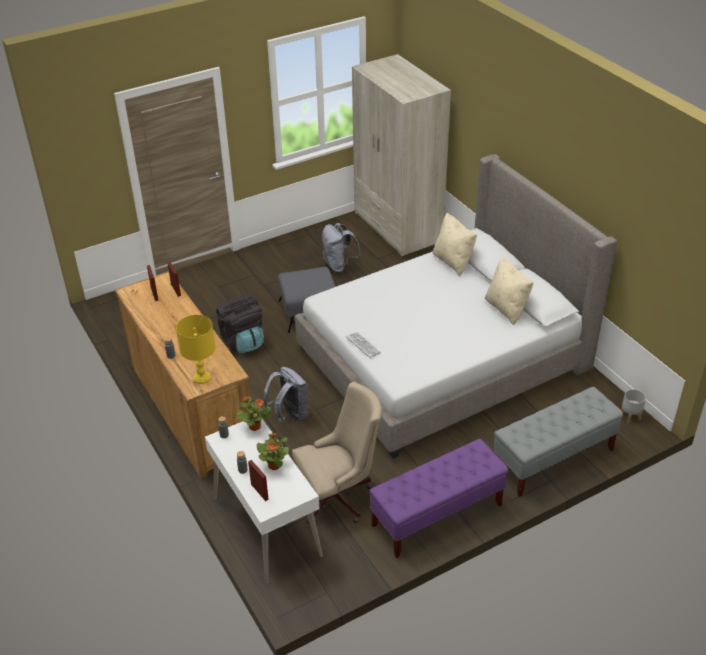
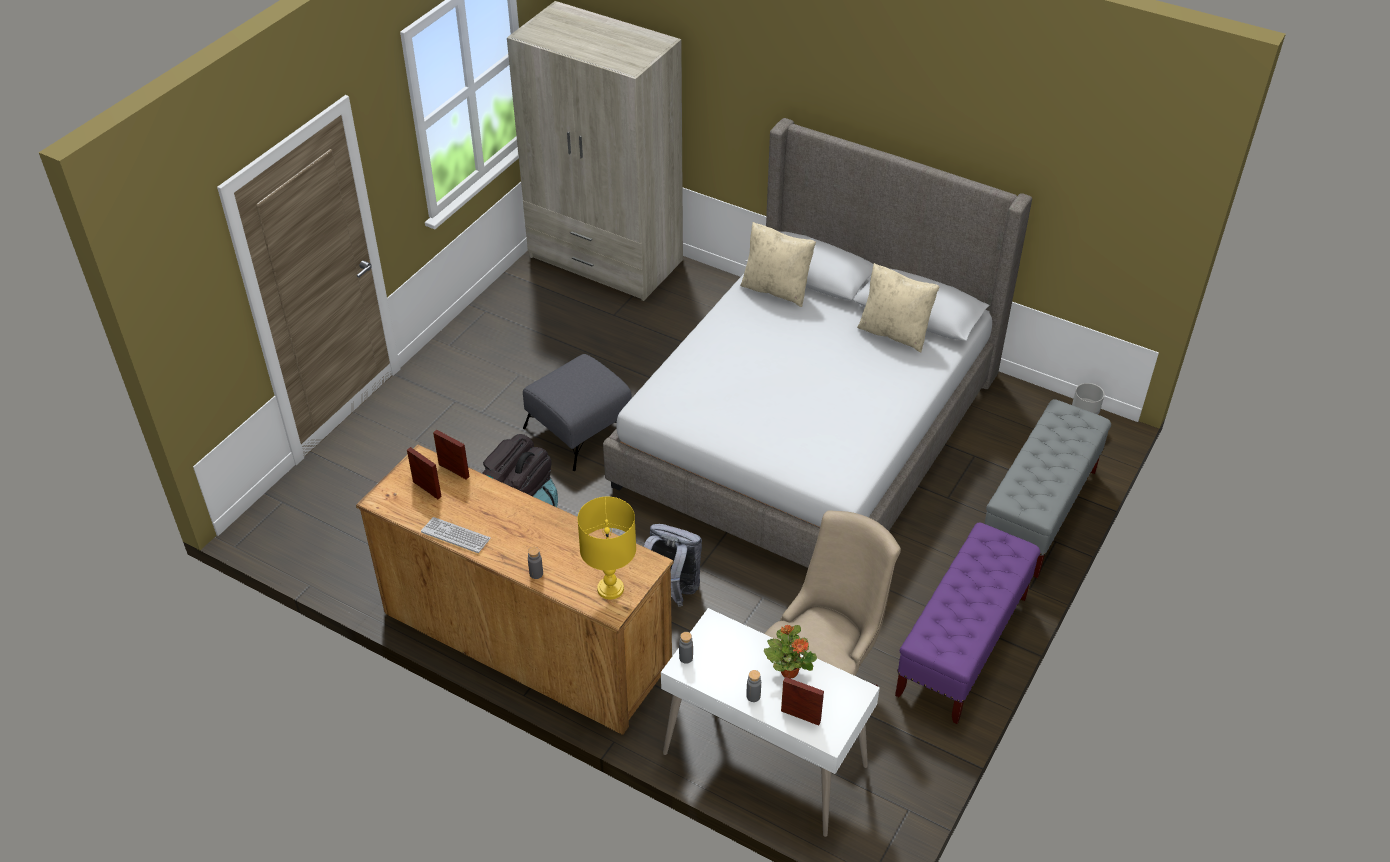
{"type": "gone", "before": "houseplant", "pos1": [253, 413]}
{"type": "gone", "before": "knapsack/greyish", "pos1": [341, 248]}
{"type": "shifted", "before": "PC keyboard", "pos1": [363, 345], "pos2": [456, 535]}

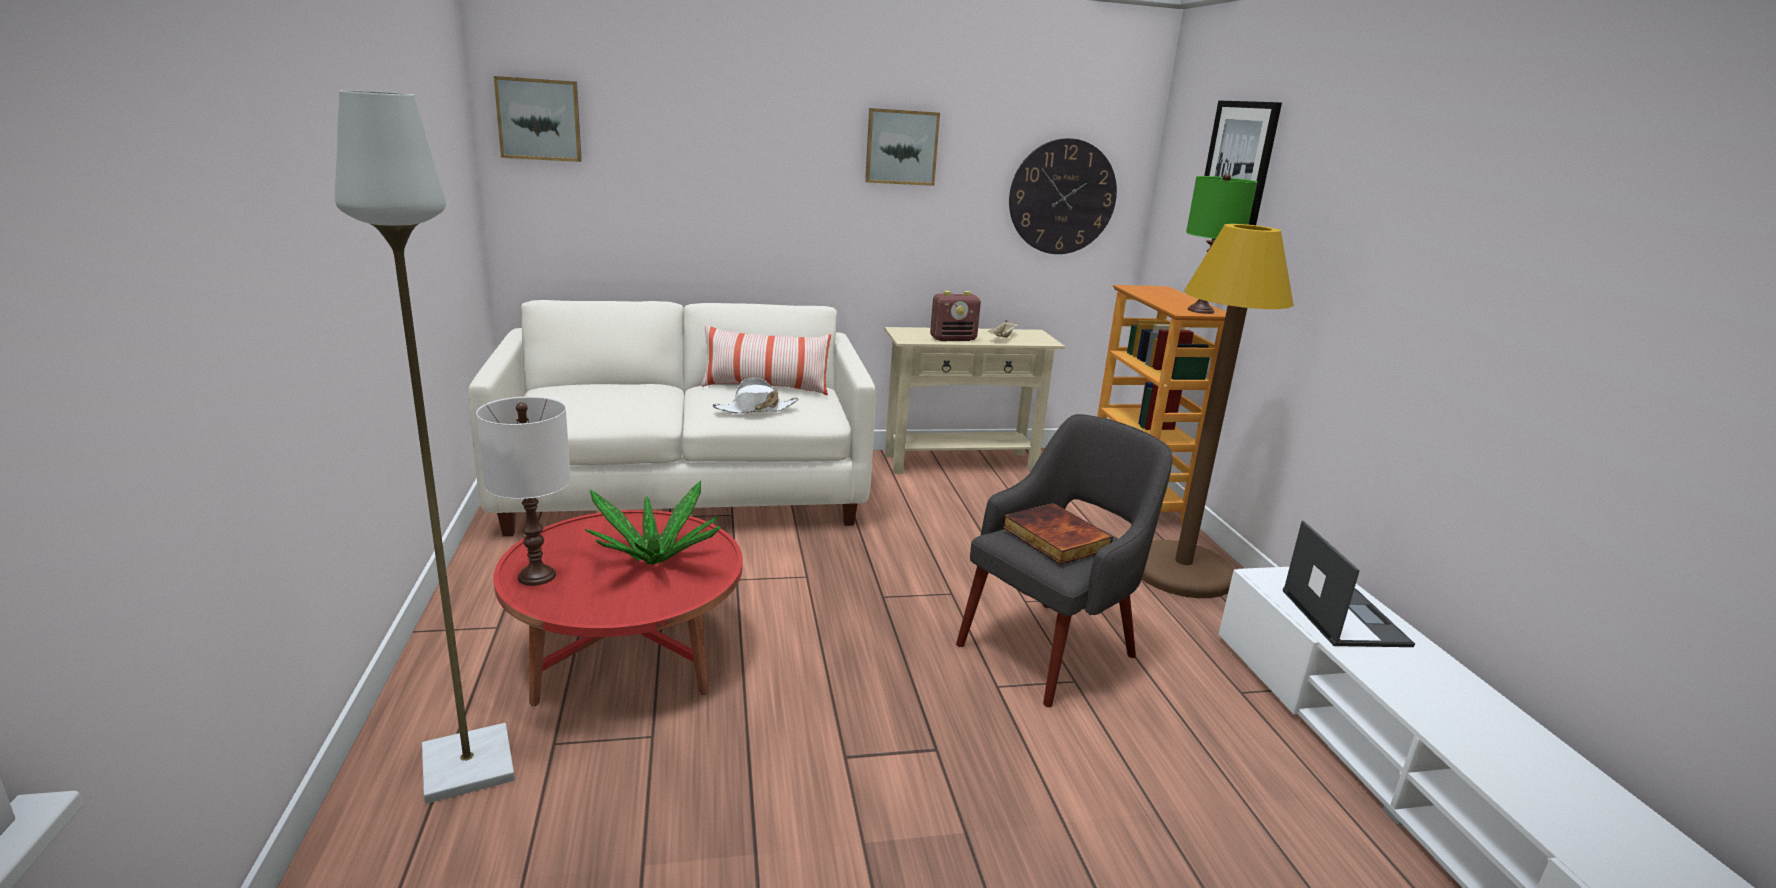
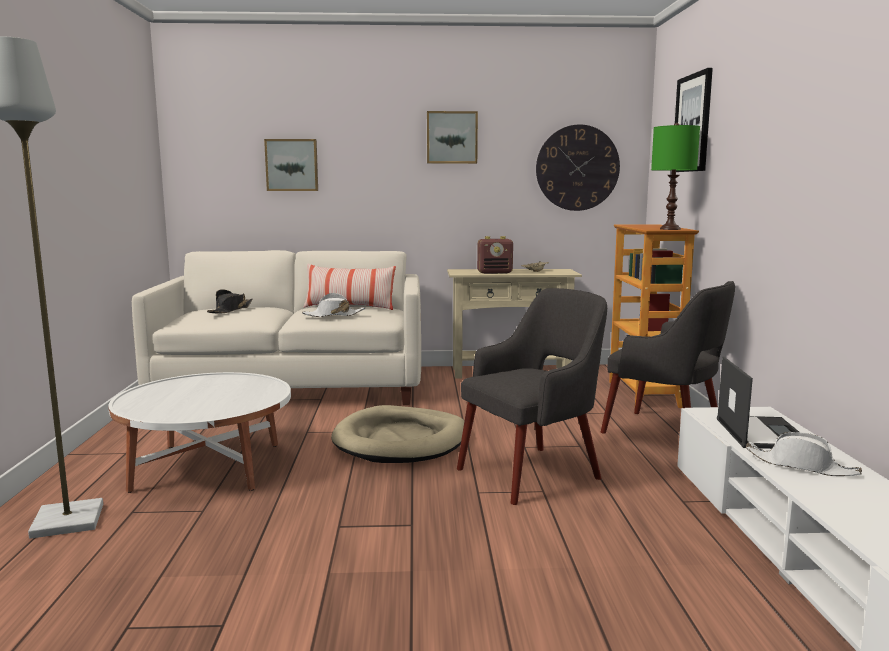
{"type": "gone", "before": "tabletop lamp/white", "pos1": [523, 491]}
{"type": "gone", "before": "houseplant", "pos1": [652, 523]}
{"type": "gone", "before": "bound book", "pos1": [1057, 534]}
{"type": "new", "after": "wearable hat/black-coloured", "pos2": [230, 301]}
{"type": "new", "after": "dog cushion/sand-coloured", "pos2": [397, 434]}
{"type": "new", "after": "wearable hat/white", "pos2": [804, 454]}
{"type": "shifted", "before": "wall picture", "pos1": [538, 119], "pos2": [291, 165]}
{"type": "swapped", "before": "standard lamp/brown-coloured", "after": "armchair/greyish", "pos1": [1218, 411], "pos2": [668, 357]}
{"type": "repainted", "before": "low table/reddish", "after": "low table/white", "pos1": [618, 608], "pos2": [199, 432]}

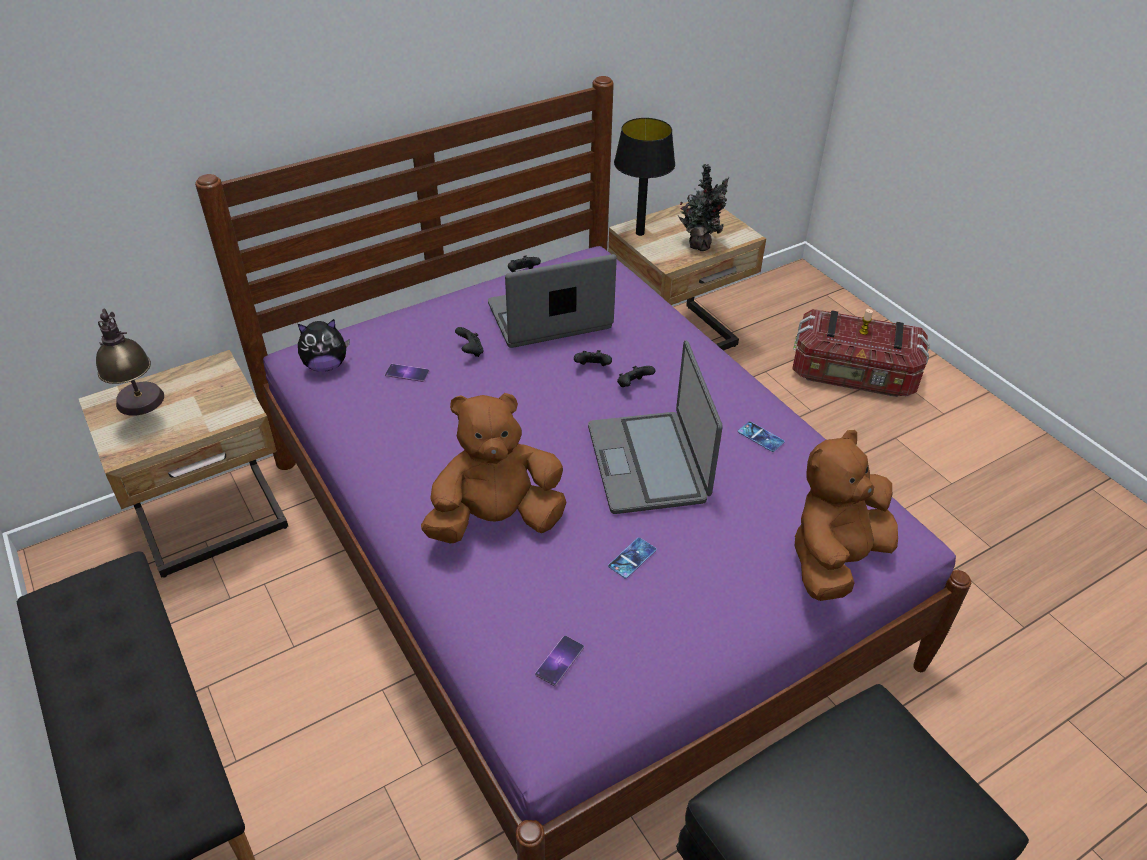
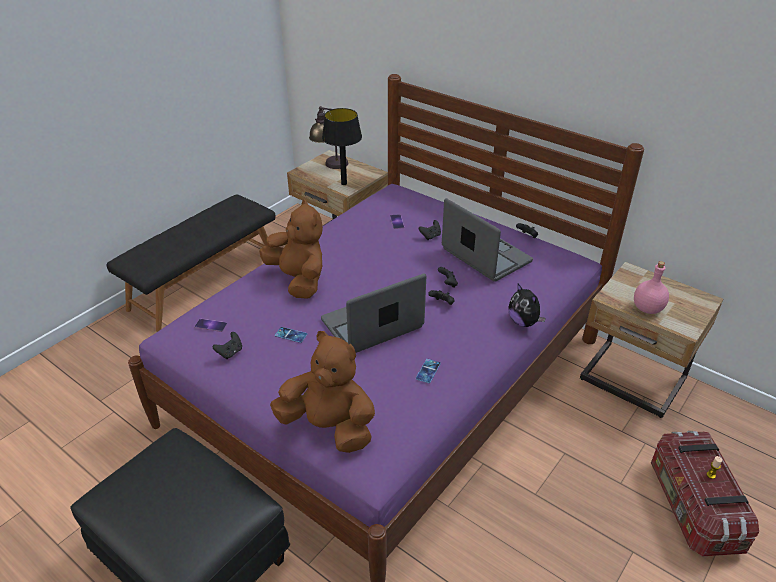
{"type": "new", "after": "game controller/black-coloured", "pos2": [227, 345]}
{"type": "shifted", "before": "soft toy", "pos1": [324, 345], "pos2": [527, 305]}
{"type": "shifted", "before": "tabletop lamp/black-coloured", "pos1": [644, 177], "pos2": [342, 146]}
{"type": "swapped", "before": "houseplant", "after": "beverage bottle/pink", "pos1": [703, 207], "pos2": [651, 287]}

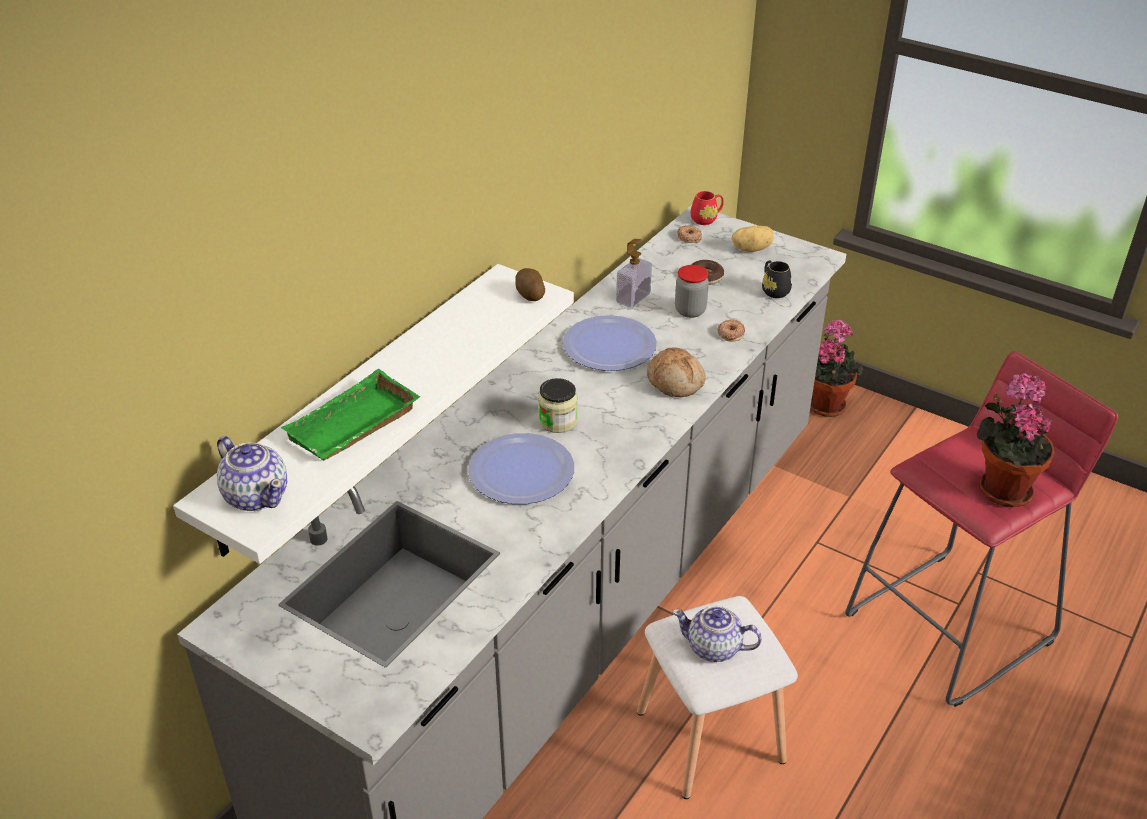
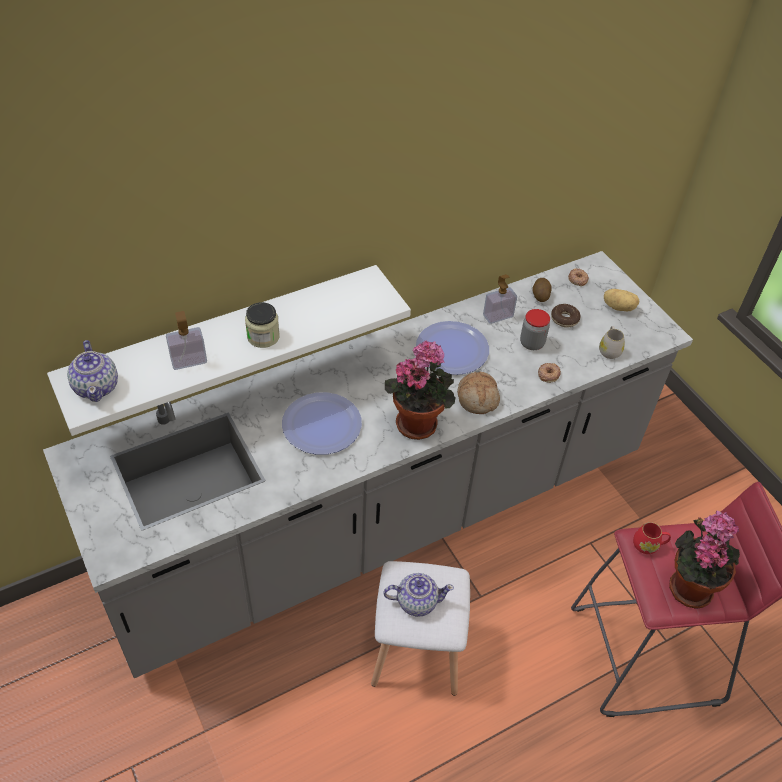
{"type": "shifted", "before": "potato", "pos1": [530, 284], "pos2": [542, 290]}
{"type": "shifted", "before": "preserve jar", "pos1": [558, 405], "pos2": [262, 325]}
{"type": "shifted", "before": "mug/reddish", "pos1": [707, 208], "pos2": [652, 538]}
{"type": "shifted", "before": "houseplant", "pos1": [836, 368], "pos2": [420, 390]}
{"type": "swapped", "before": "carrying tray/greenish", "after": "liquid soap bottle", "pos1": [350, 414], "pos2": [186, 340]}
{"type": "repainted", "before": "mug/black-coloured", "after": "mug/white", "pos1": [777, 279], "pos2": [612, 342]}
{"type": "rotated", "before": "tea pot", "pos1": [717, 634], "pos2": [418, 595], "turn": 135}

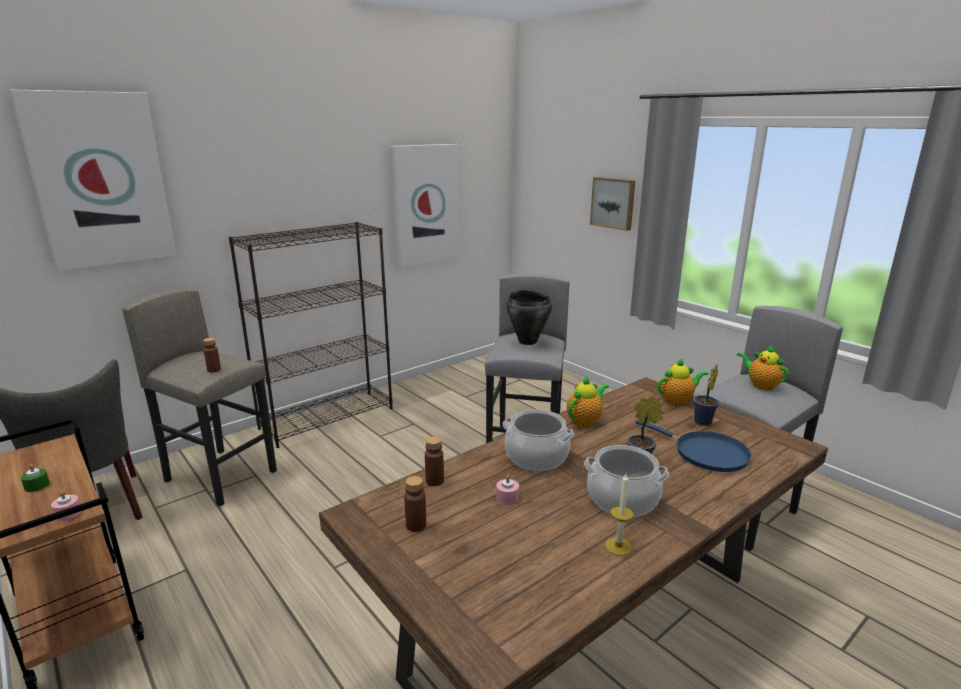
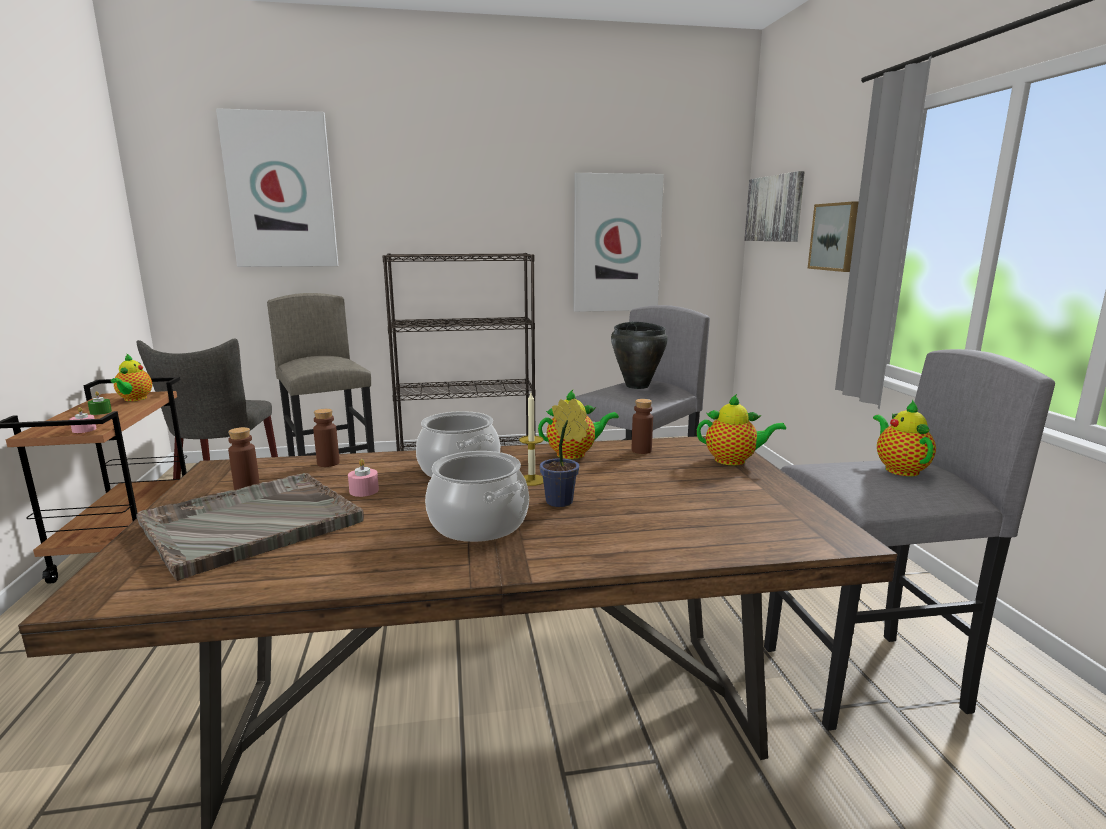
{"type": "gone", "before": "pan/blue-coloured", "pos1": [693, 445]}
{"type": "gone", "before": "houseplant", "pos1": [706, 395]}
{"type": "new", "after": "tea pot", "pos2": [131, 377]}
{"type": "new", "after": "carrying tray/greyish", "pos2": [250, 527]}
{"type": "new", "after": "wall picture", "pos2": [774, 206]}
{"type": "shifted", "before": "beverage bottle/brown-coloured", "pos1": [212, 355], "pos2": [642, 426]}
{"type": "shifted", "before": "candle", "pos1": [619, 515], "pos2": [531, 439]}

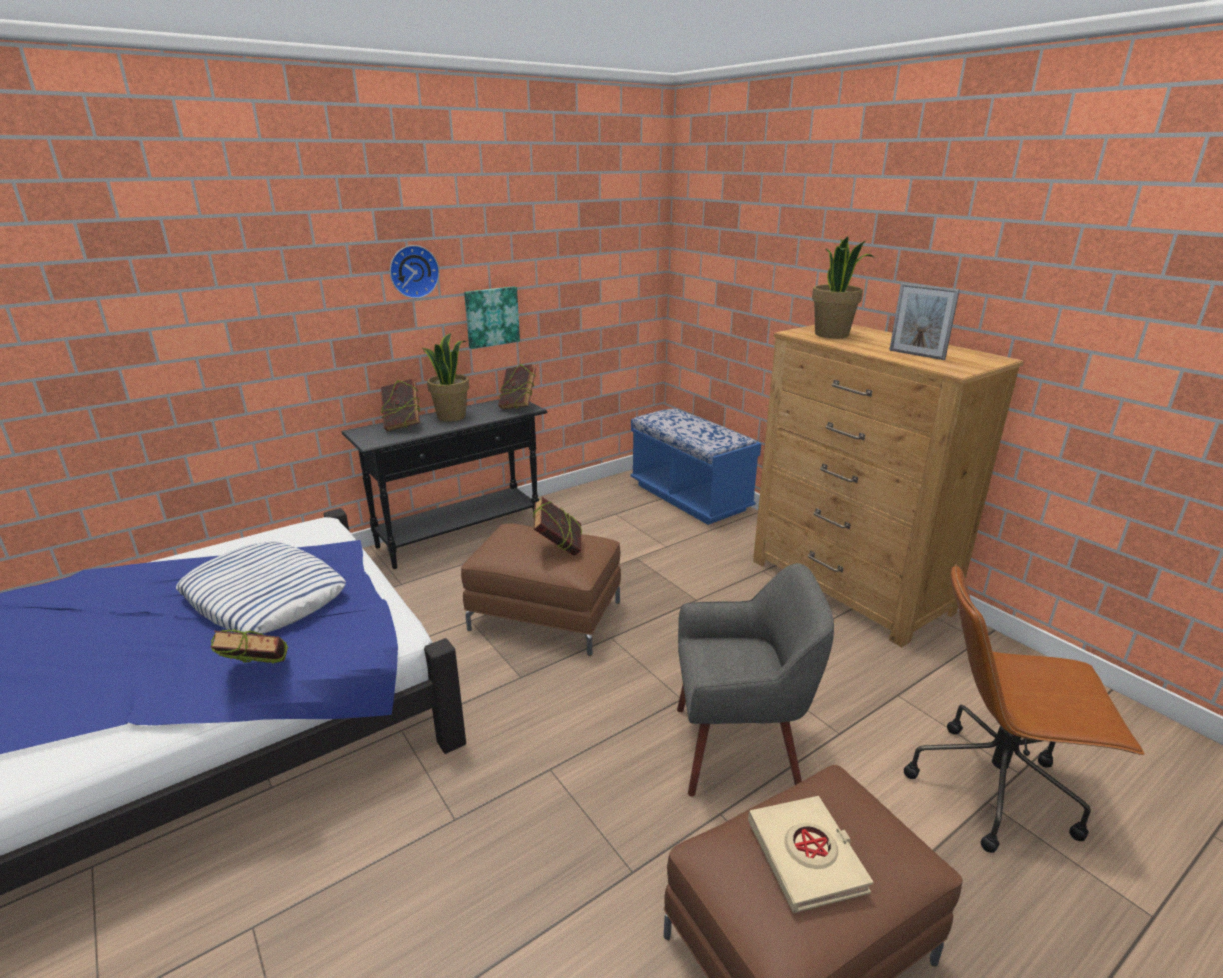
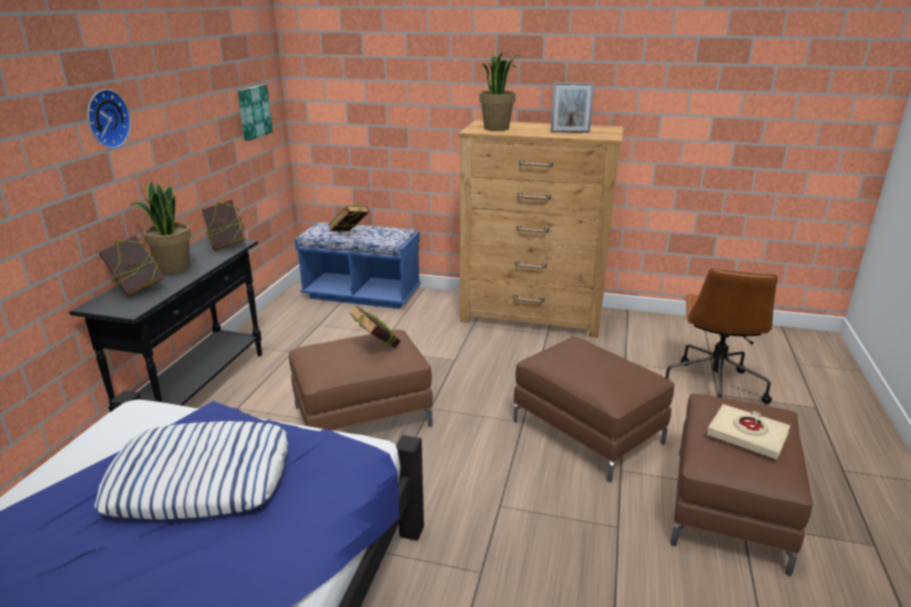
{"type": "shifted", "before": "bound book", "pos1": [249, 646], "pos2": [348, 218]}
{"type": "shifted", "before": "wall picture", "pos1": [492, 317], "pos2": [255, 113]}
{"type": "swapped", "before": "armchair/greyish", "after": "footrest/brown-coloured", "pos1": [755, 680], "pos2": [593, 409]}
{"type": "rotated", "before": "desk chair/brown-coloured", "pos1": [1024, 708], "pos2": [721, 336], "turn": -45}

